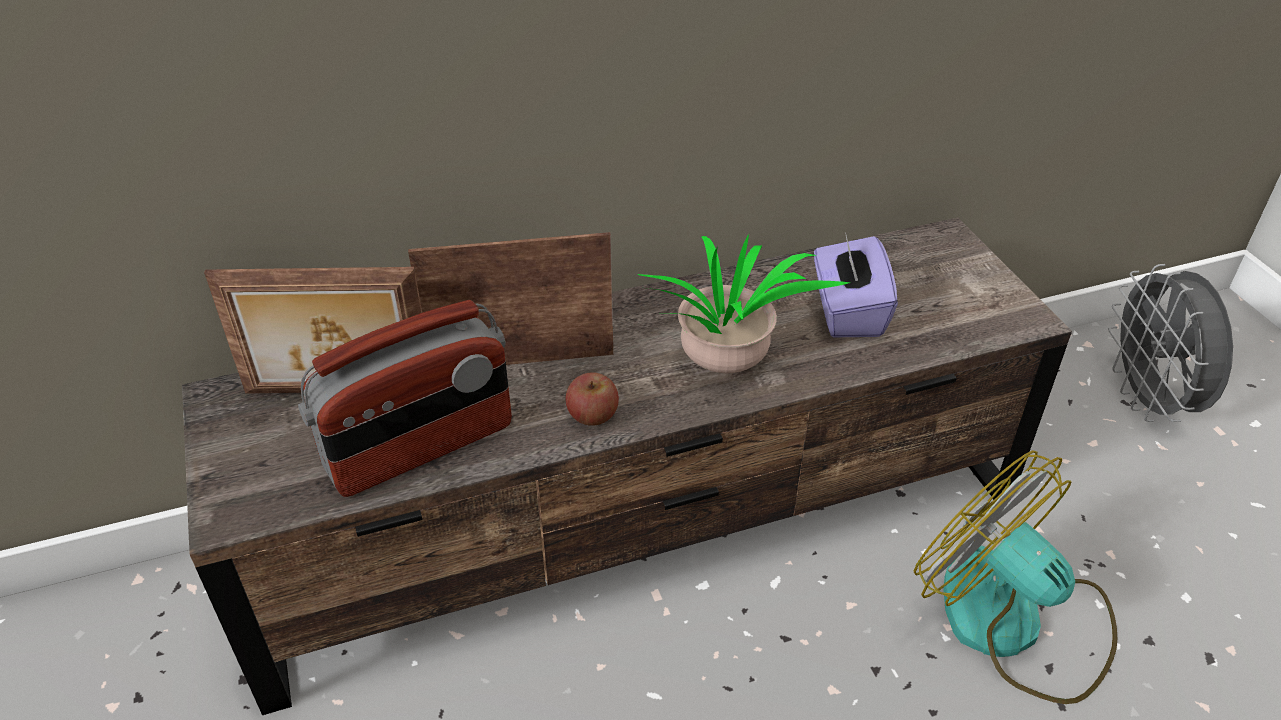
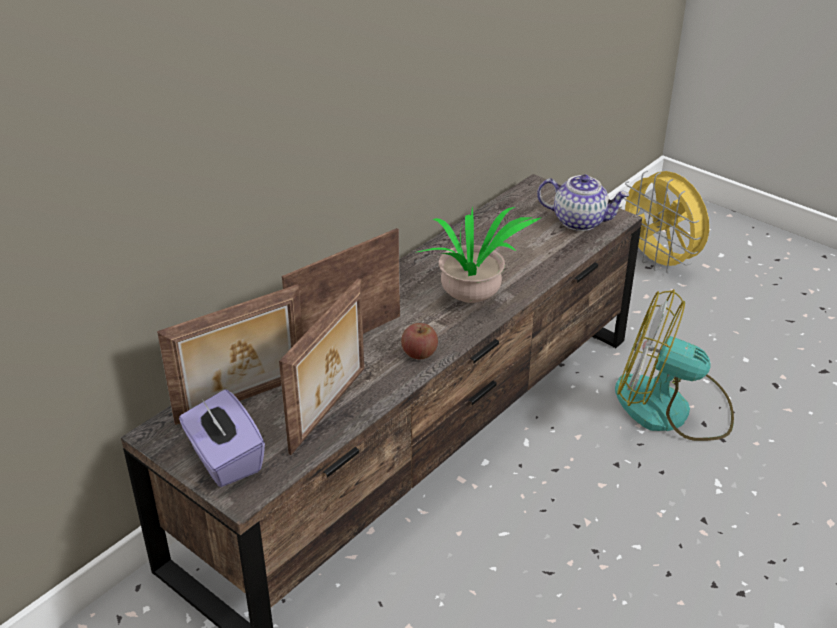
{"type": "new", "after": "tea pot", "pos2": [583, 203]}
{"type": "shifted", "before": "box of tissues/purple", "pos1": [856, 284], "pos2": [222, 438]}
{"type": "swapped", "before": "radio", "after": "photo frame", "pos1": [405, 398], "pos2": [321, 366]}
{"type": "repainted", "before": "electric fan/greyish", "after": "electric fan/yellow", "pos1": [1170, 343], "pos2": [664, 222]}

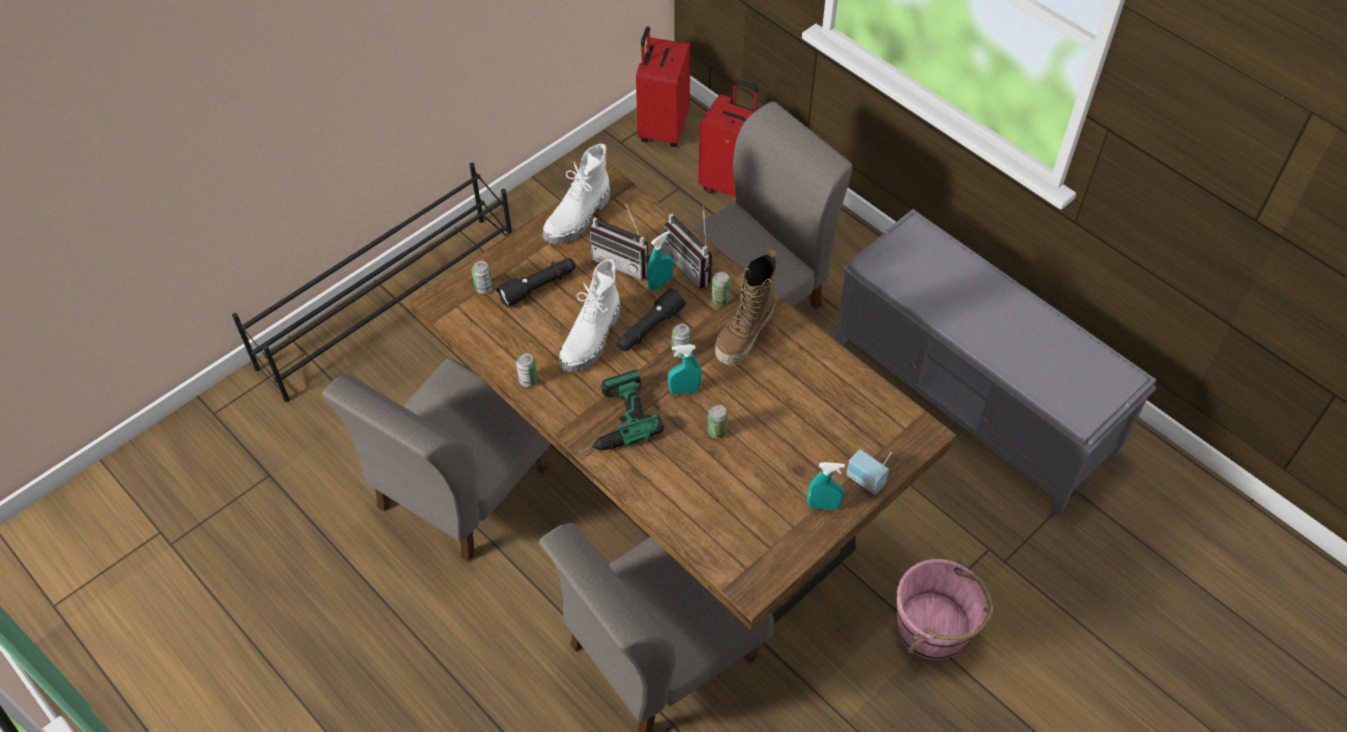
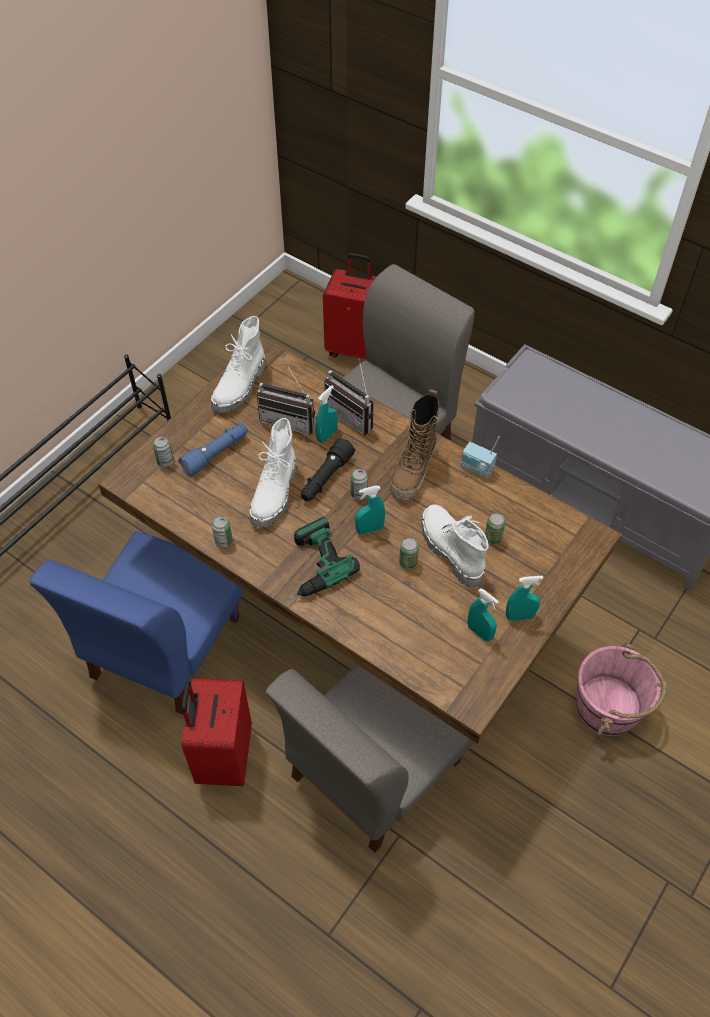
{"type": "new", "after": "boot/white", "pos2": [455, 546]}
{"type": "new", "after": "spray bottle/blue-green", "pos2": [483, 614]}
{"type": "shifted", "before": "travel case/reddish", "pos1": [663, 86], "pos2": [216, 732]}
{"type": "shifted", "before": "sealed can", "pos1": [720, 288], "pos2": [495, 529]}
{"type": "shifted", "before": "radio", "pos1": [869, 472], "pos2": [480, 457]}
{"type": "repainted", "before": "upright chair/greyish", "after": "upright chair/blue-coloured", "pos1": [437, 460], "pos2": [137, 623]}
{"type": "repainted", "before": "hand torch/black-coloured", "after": "hand torch/blue-coloured", "pos1": [536, 283], "pos2": [213, 450]}

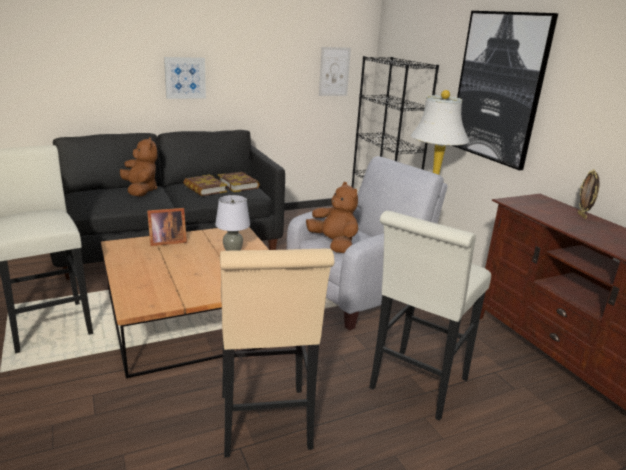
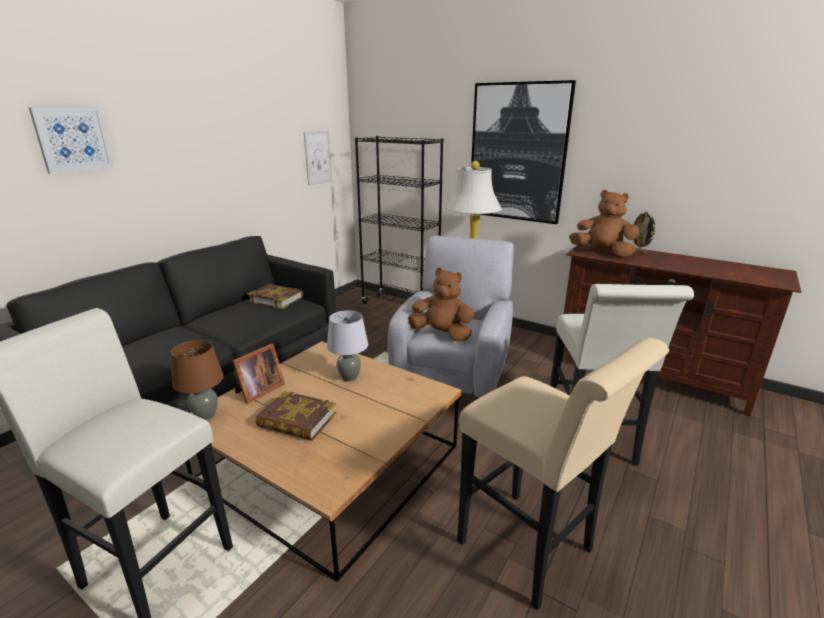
{"type": "new", "after": "tabletop lamp/brown-coloured", "pos2": [197, 380]}
{"type": "shifted", "before": "soft toy/brown-coloured", "pos1": [139, 166], "pos2": [604, 223]}
{"type": "shifted", "before": "wall picture", "pos1": [185, 78], "pos2": [71, 140]}
{"type": "shifted", "before": "bound book", "pos1": [205, 185], "pos2": [296, 416]}

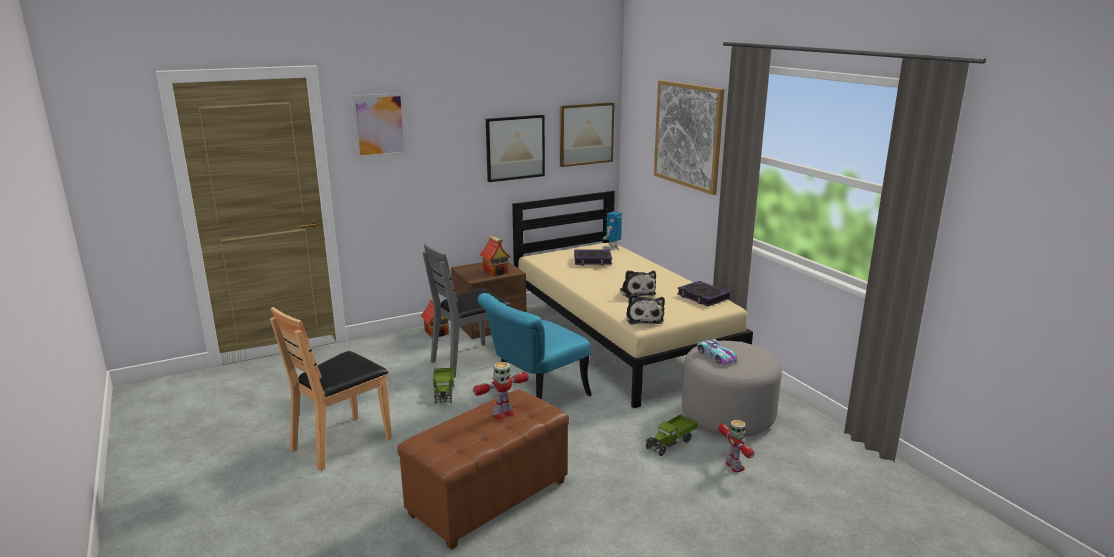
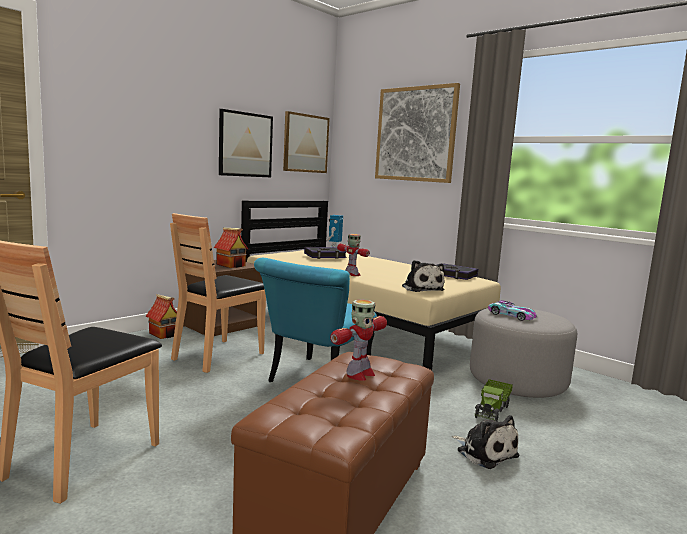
{"type": "gone", "before": "wall picture", "pos1": [379, 125]}
{"type": "gone", "before": "model truck", "pos1": [443, 386]}
{"type": "shifted", "before": "soft toy", "pos1": [638, 284], "pos2": [486, 442]}
{"type": "shifted", "before": "toy robot", "pos1": [736, 446], "pos2": [353, 255]}
{"type": "repainted", "before": "upright chair/greyish", "after": "upright chair/brown-coloured", "pos1": [466, 310], "pos2": [218, 293]}

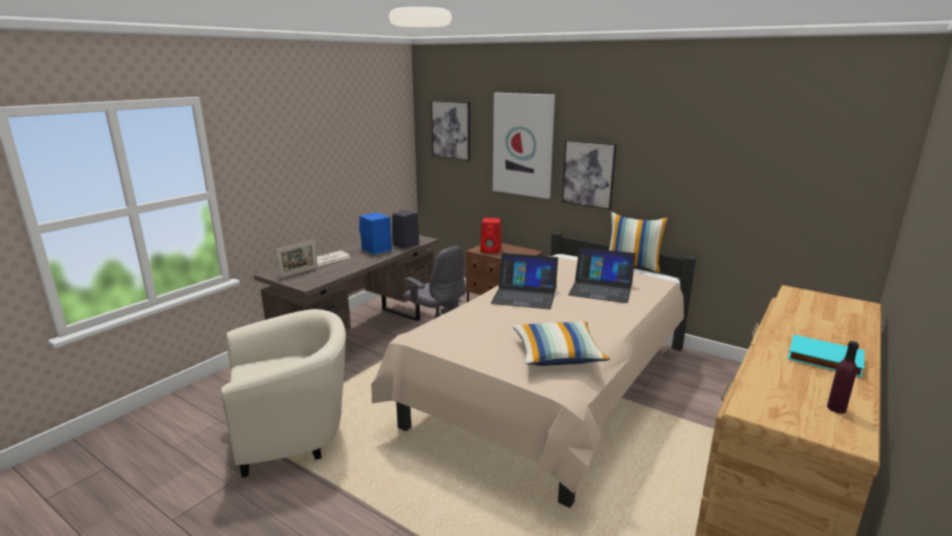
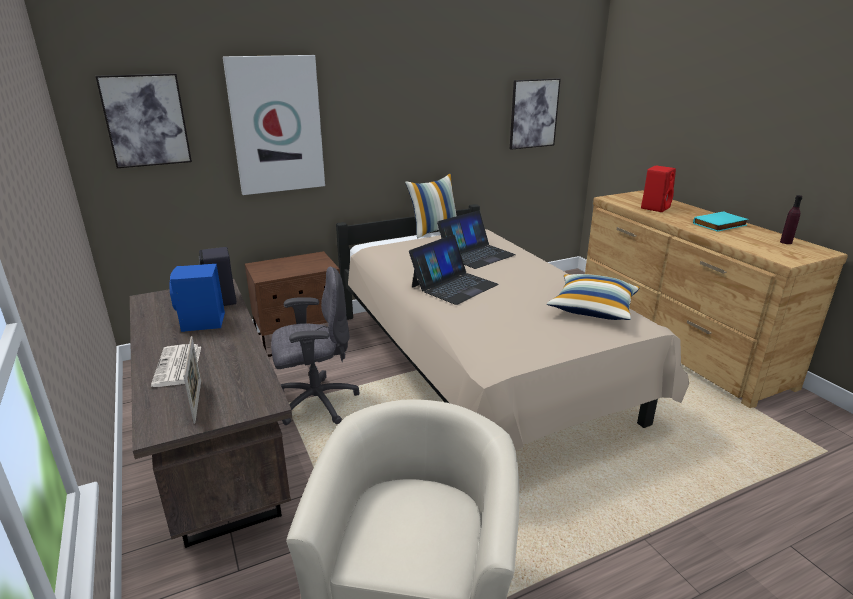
{"type": "shifted", "before": "loudspeaker/reddish", "pos1": [490, 235], "pos2": [658, 189]}
{"type": "shifted", "before": "wall picture", "pos1": [589, 175], "pos2": [535, 114]}

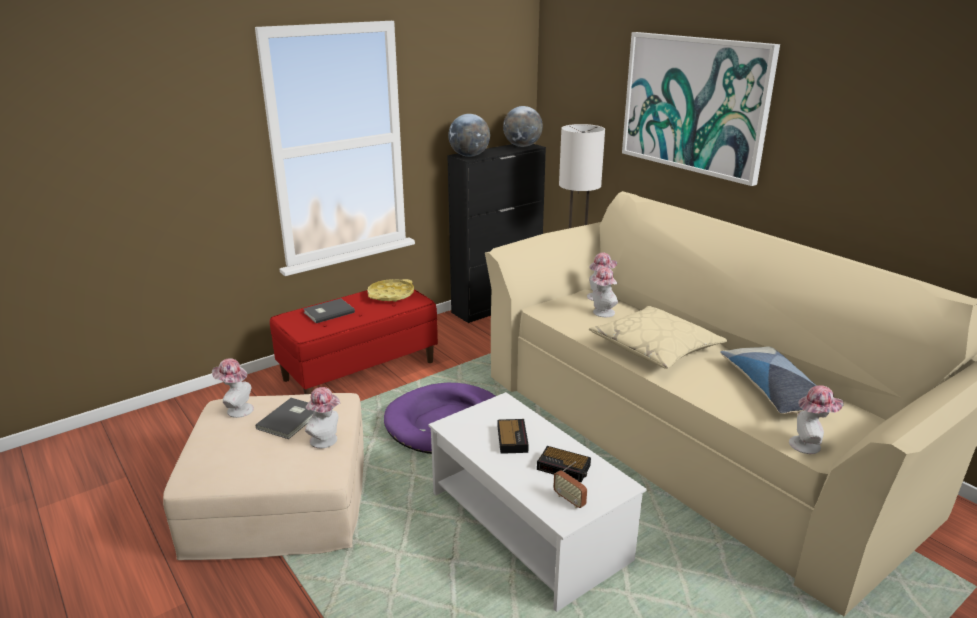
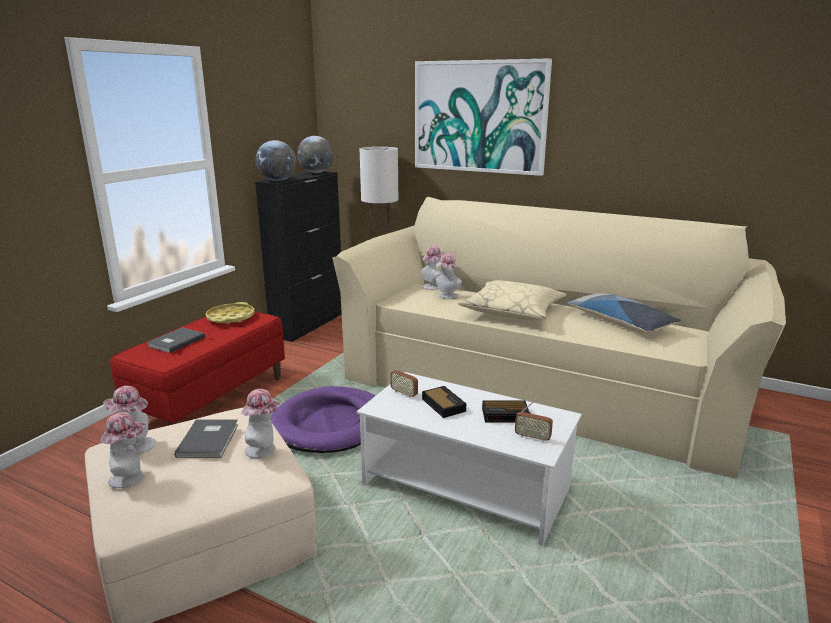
{"type": "new", "after": "radio", "pos2": [404, 378]}
{"type": "shifted", "before": "wearable hat", "pos1": [816, 419], "pos2": [123, 450]}

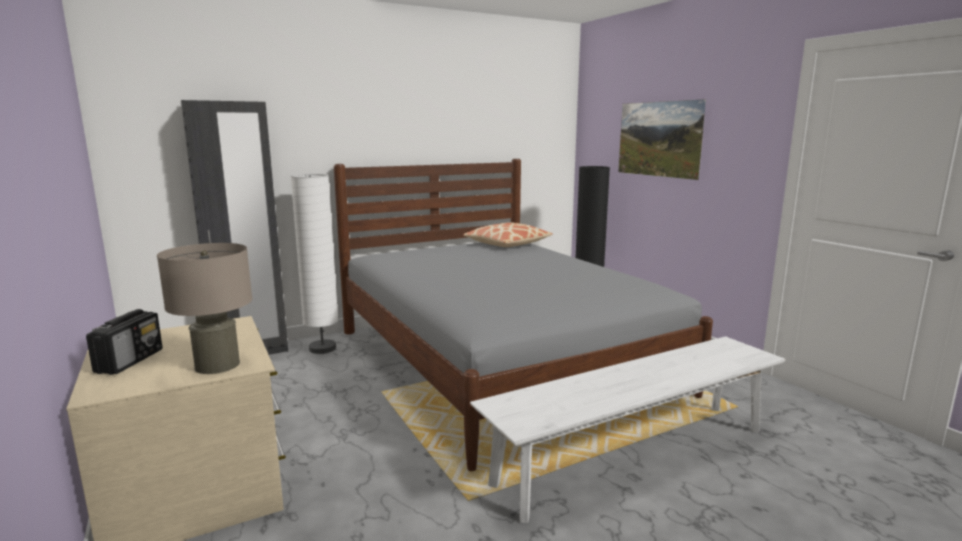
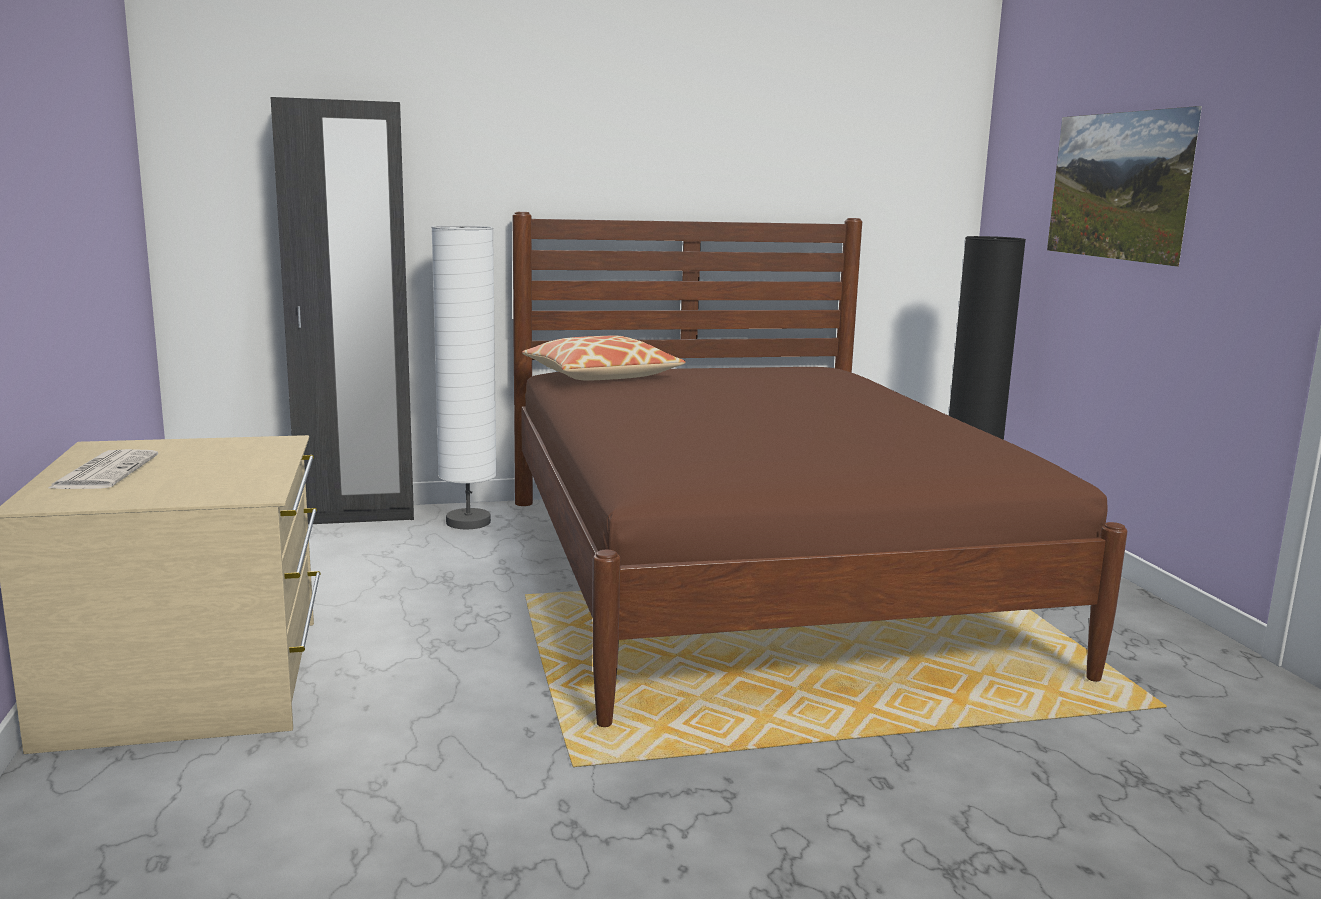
{"type": "gone", "before": "tabletop lamp/sand-coloured", "pos1": [204, 308]}
{"type": "gone", "before": "long seat/white", "pos1": [627, 429]}
{"type": "shifted", "before": "pillow", "pos1": [508, 234], "pos2": [604, 358]}
{"type": "swapped", "before": "radio", "after": "newspaper", "pos1": [124, 342], "pos2": [103, 469]}
{"type": "repainted", "before": "sleeping bed/greyish", "after": "sleeping bed/brown-coloured", "pos1": [523, 315], "pos2": [820, 469]}

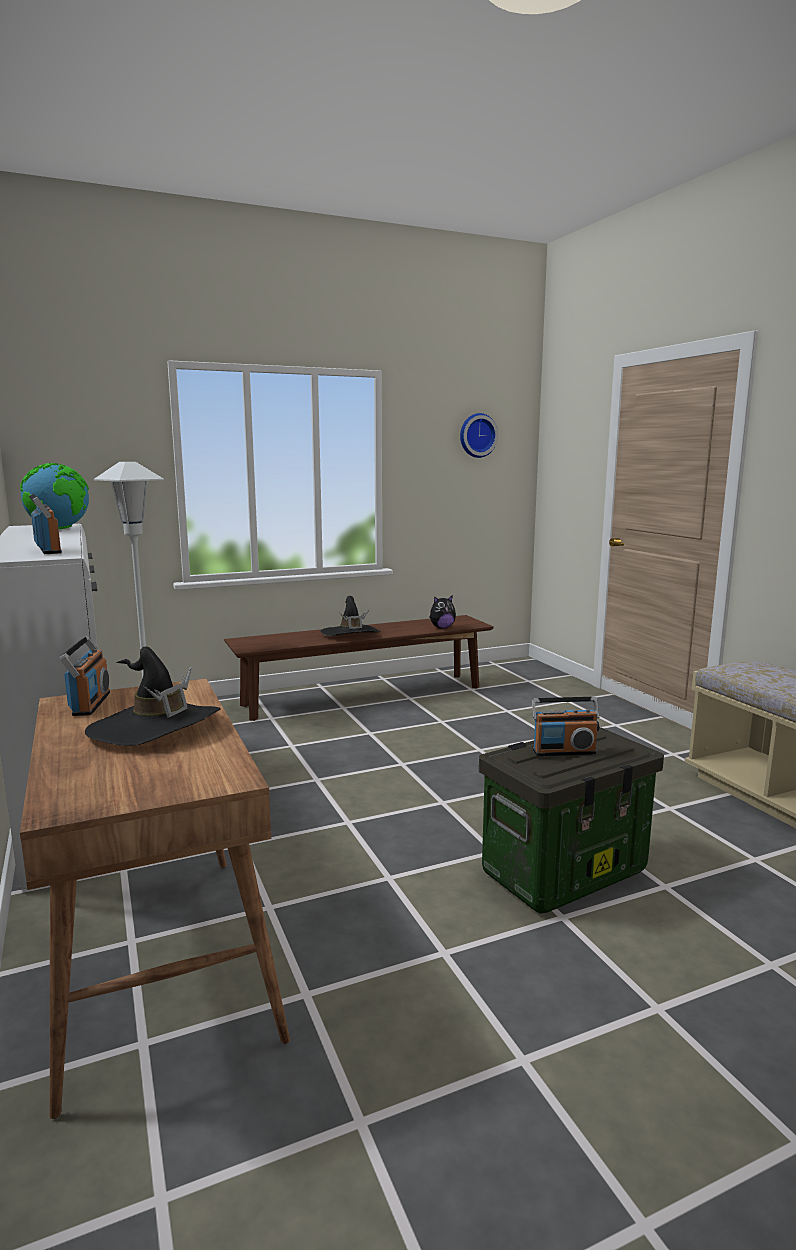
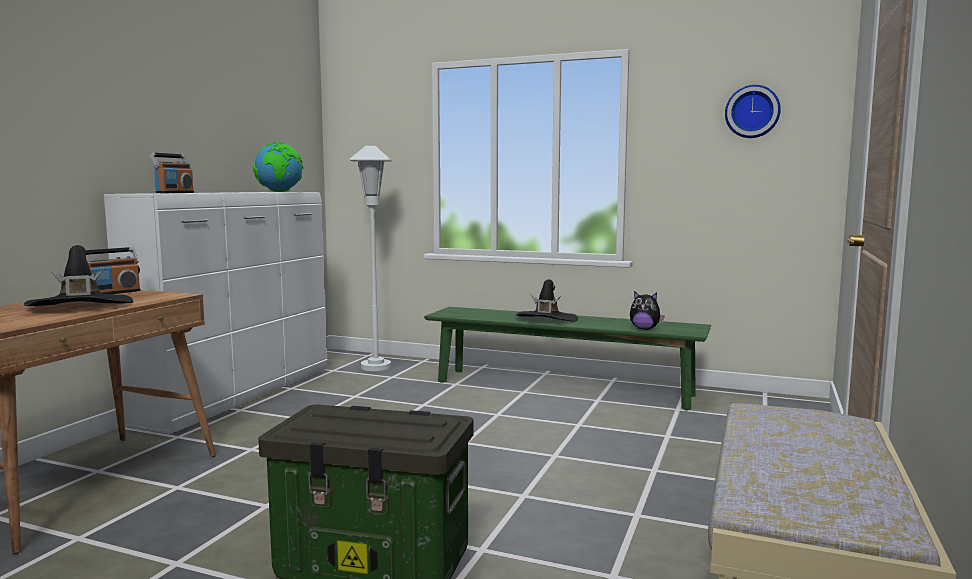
{"type": "gone", "before": "radio", "pos1": [565, 726]}
{"type": "repainted", "before": "long seat/brown-coloured", "after": "long seat/greenish", "pos1": [359, 668], "pos2": [567, 358]}

